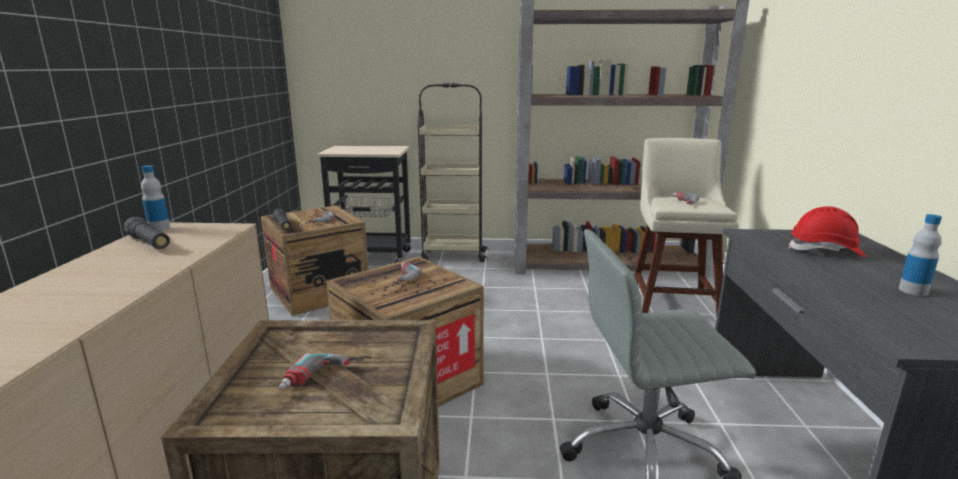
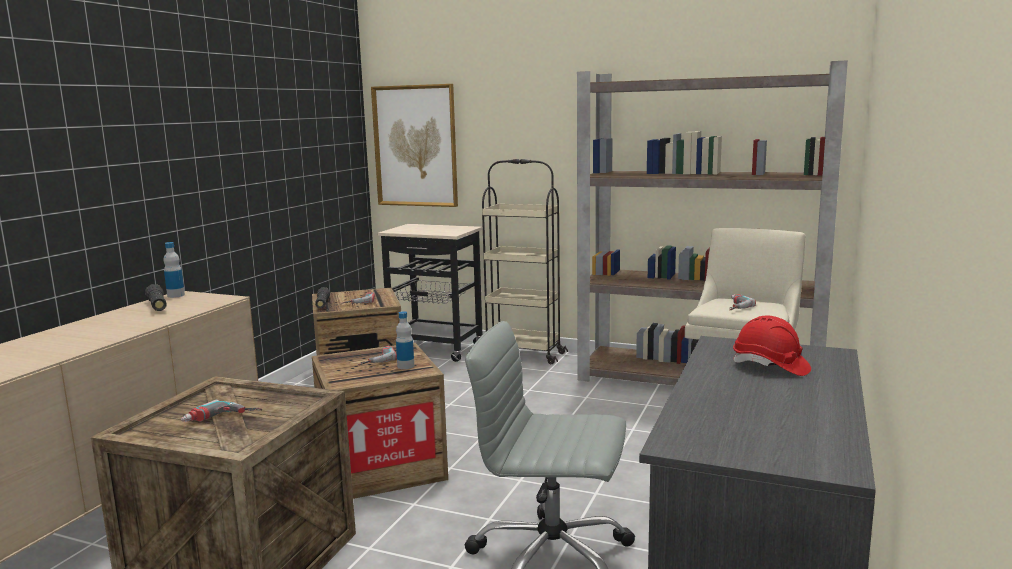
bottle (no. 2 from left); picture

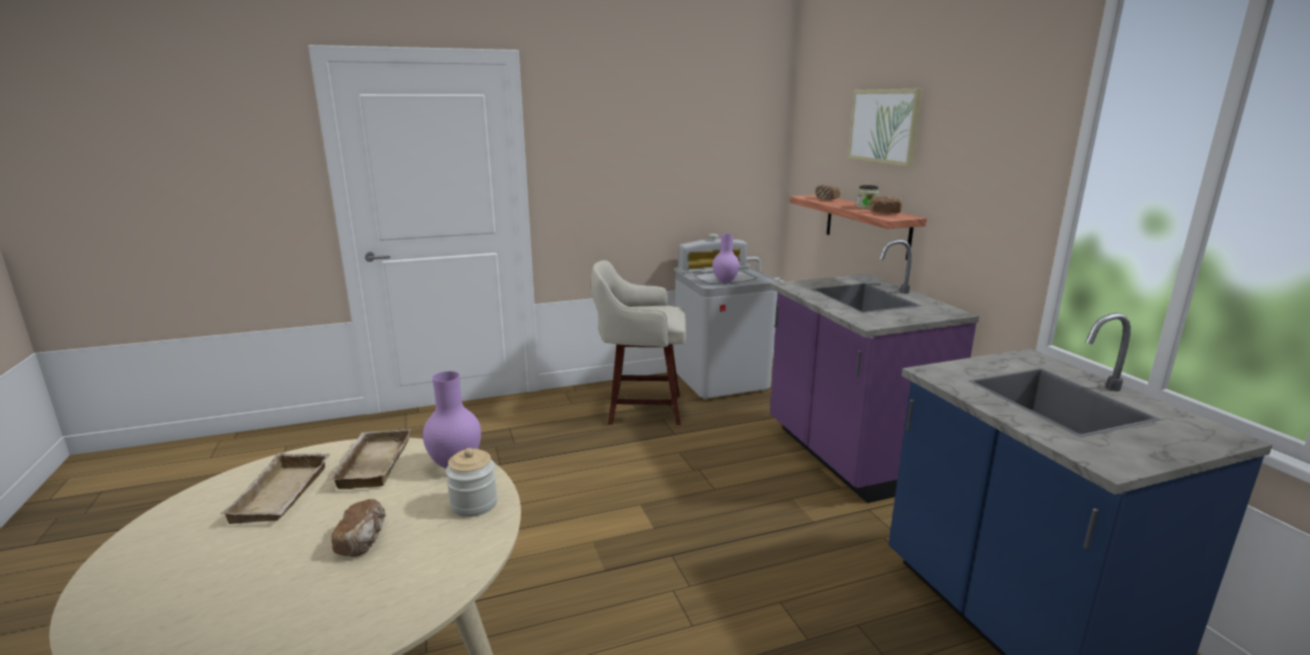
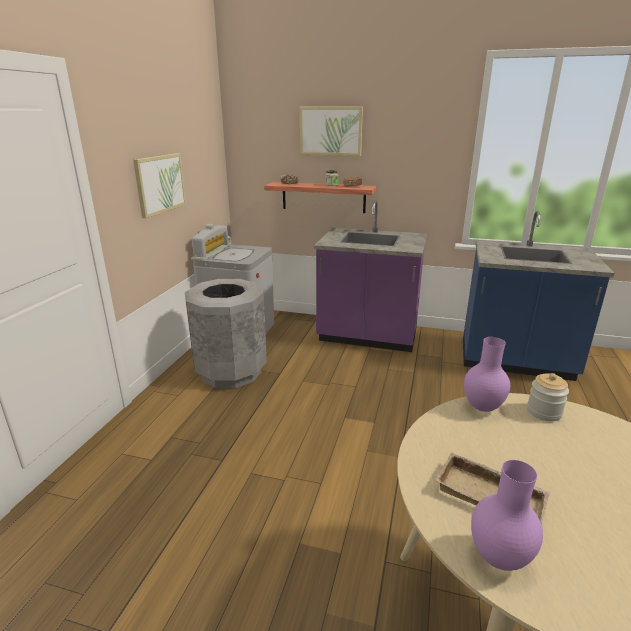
purple vase (no. 2 from left); grey trash can; beige tray (no. 2 from left in the first image); bread (no. 1 from left in the first image); picture (no. 1 from left)

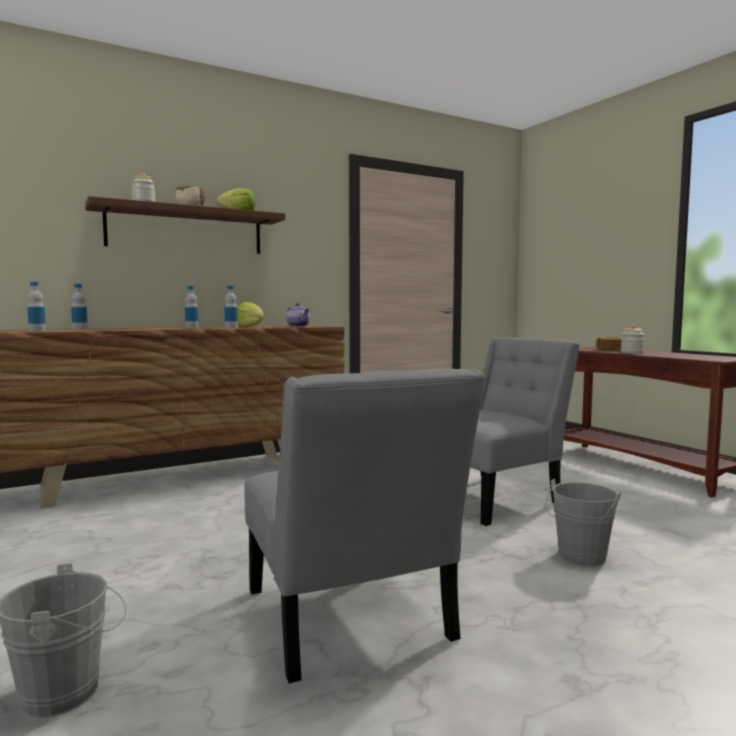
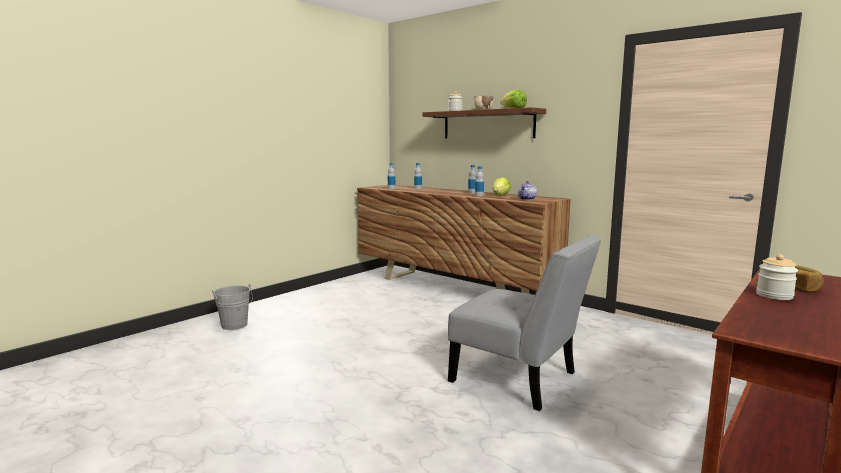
grey chair (no. 1 from left in the first image); grey bucket (no. 2 from left in the first image)

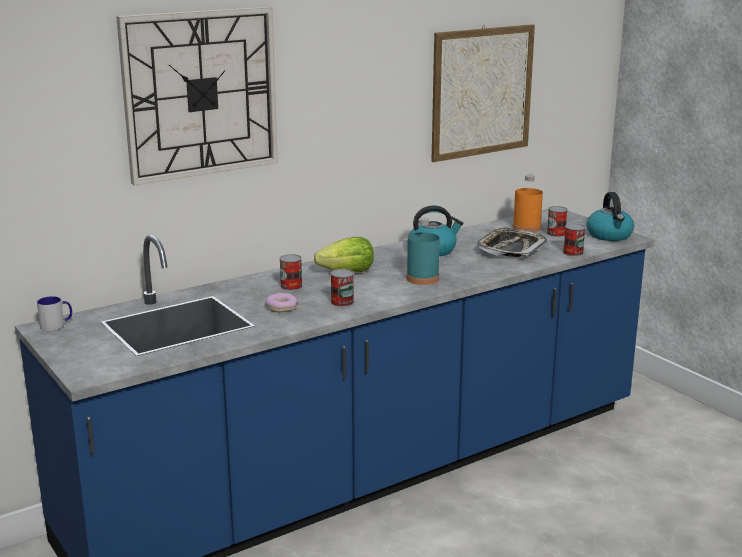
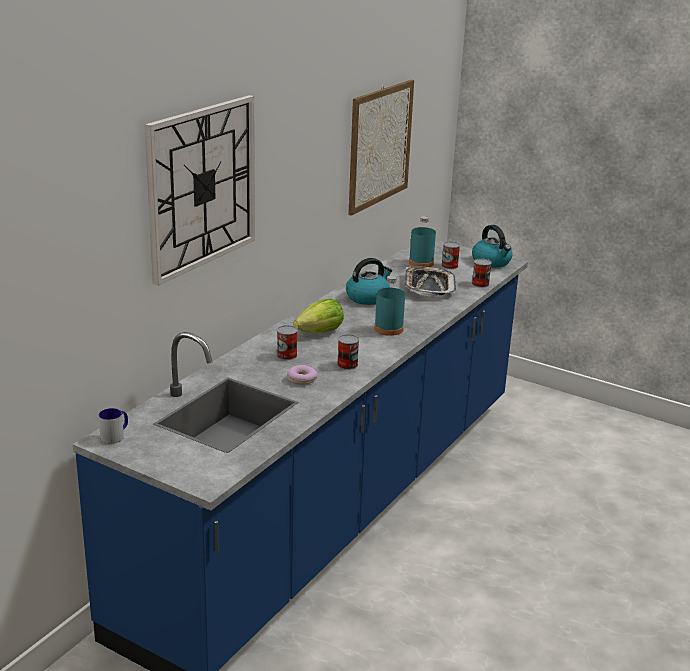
turquoise bottle (no. 2 from left)

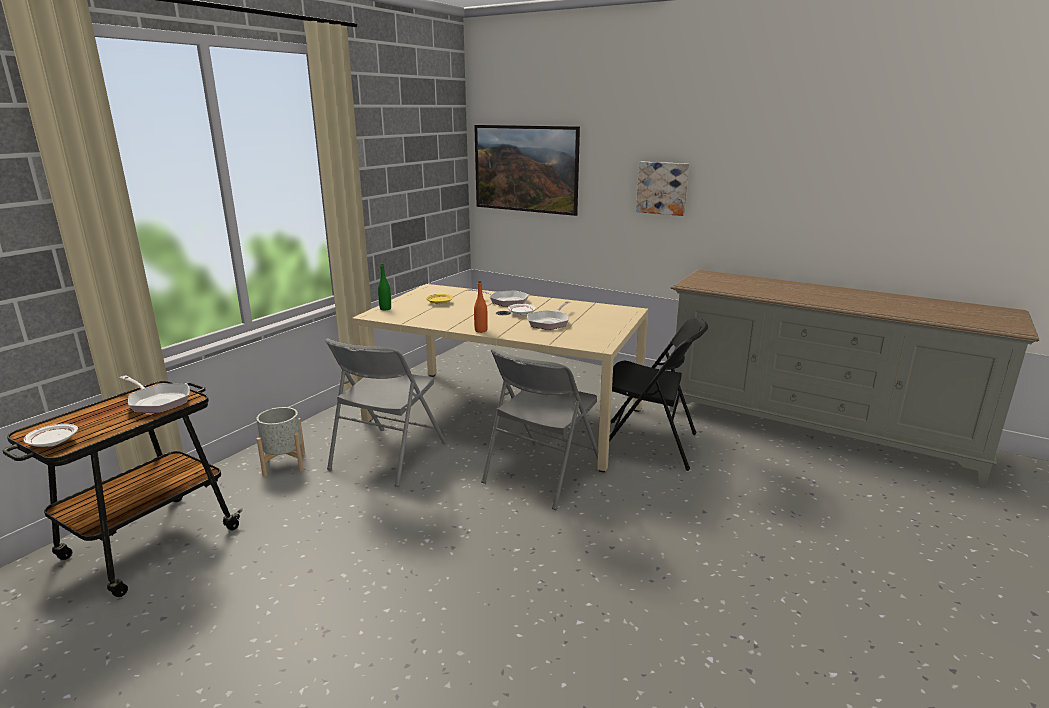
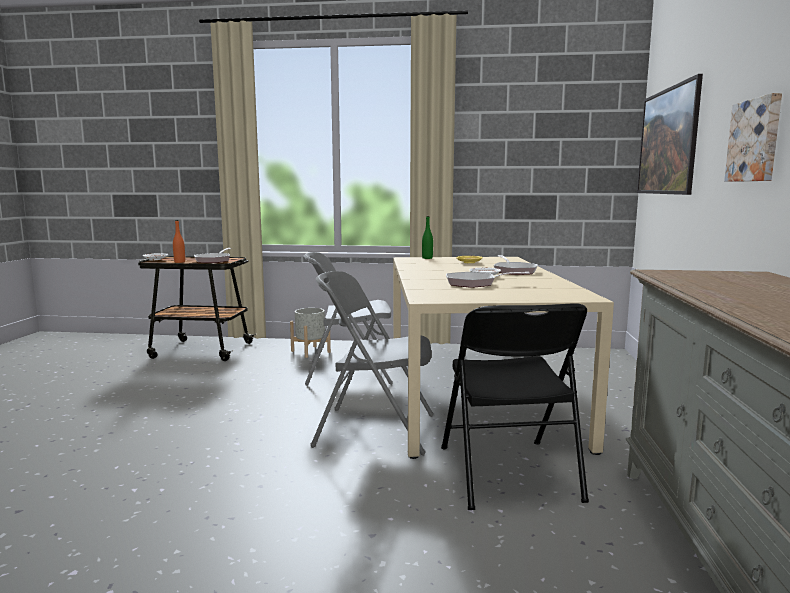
orange bottle

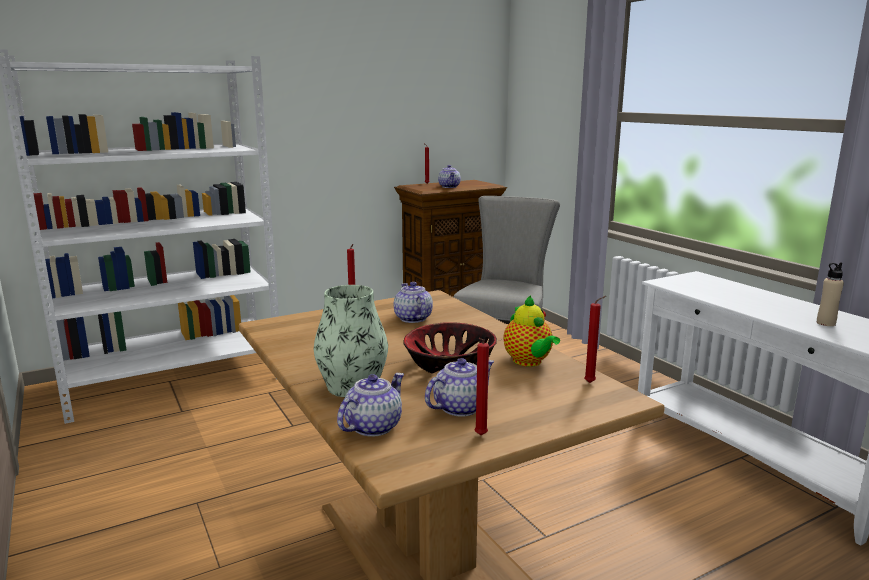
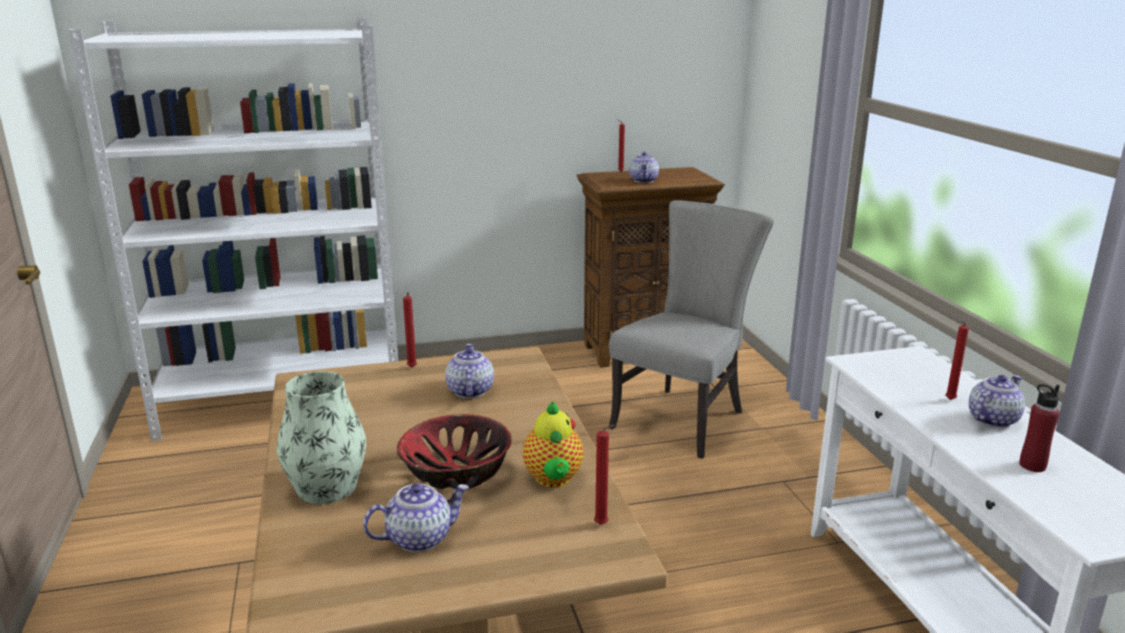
red bottle; red candle (no. 4 from left); teapot (no. 5 from left)

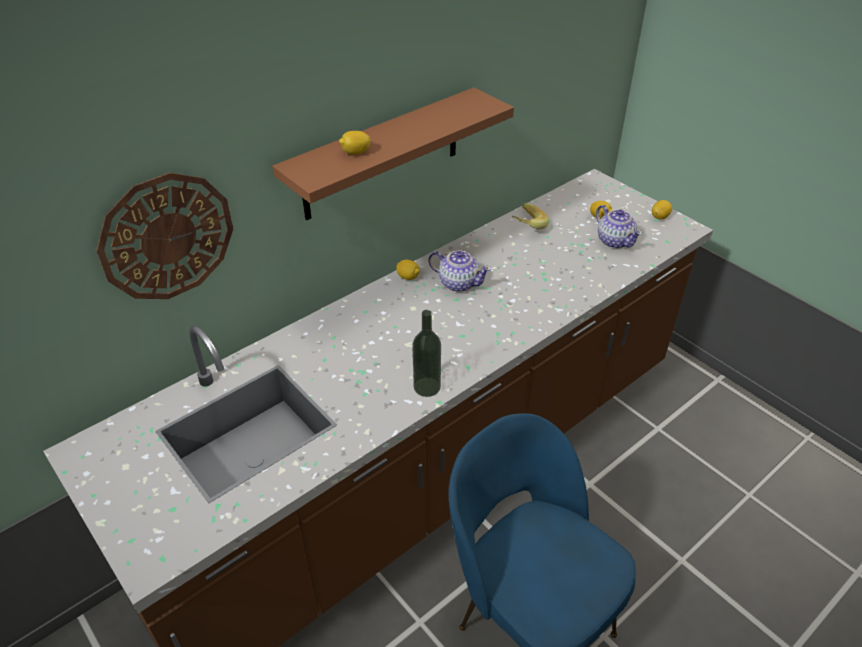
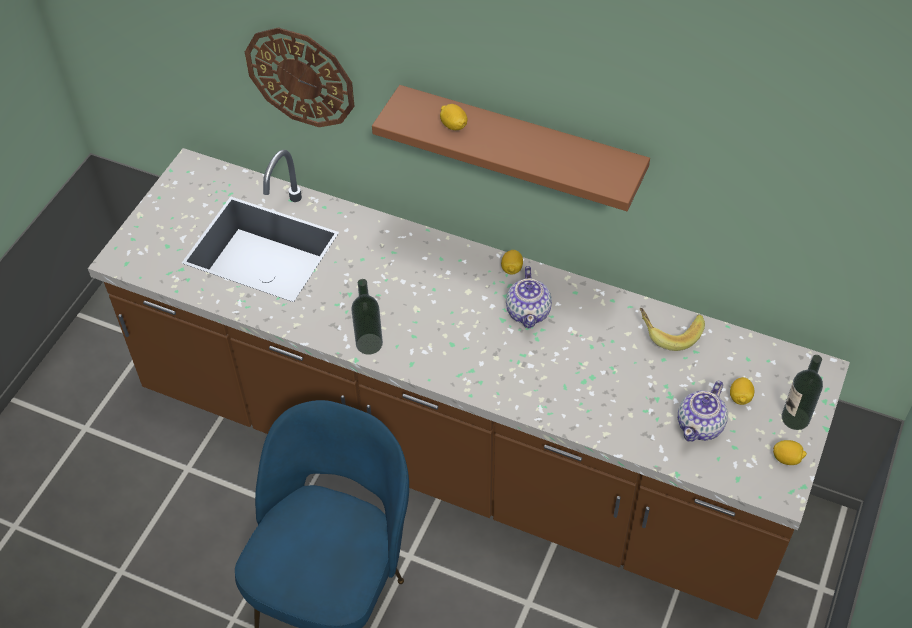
bottle (no. 2 from left)

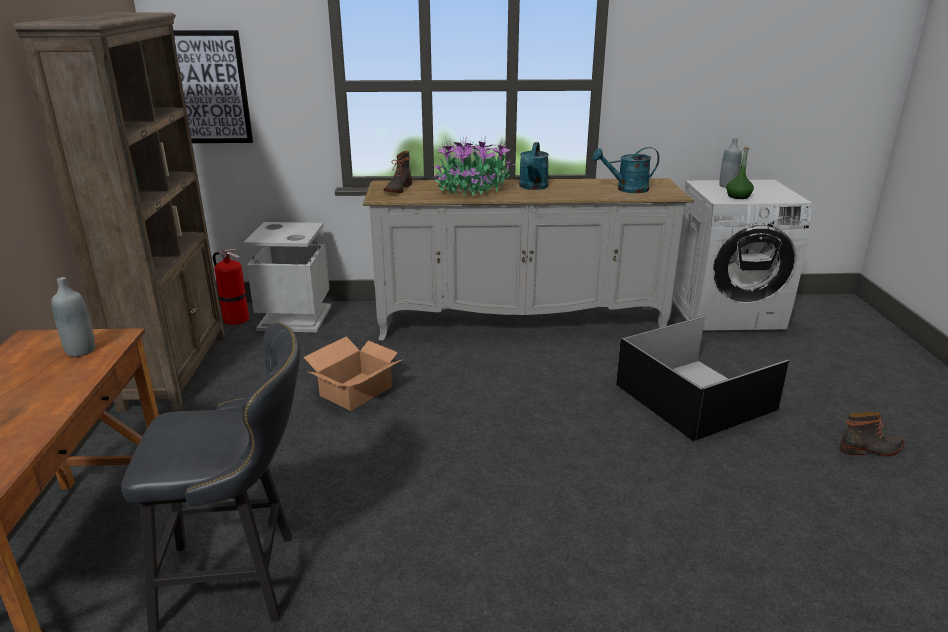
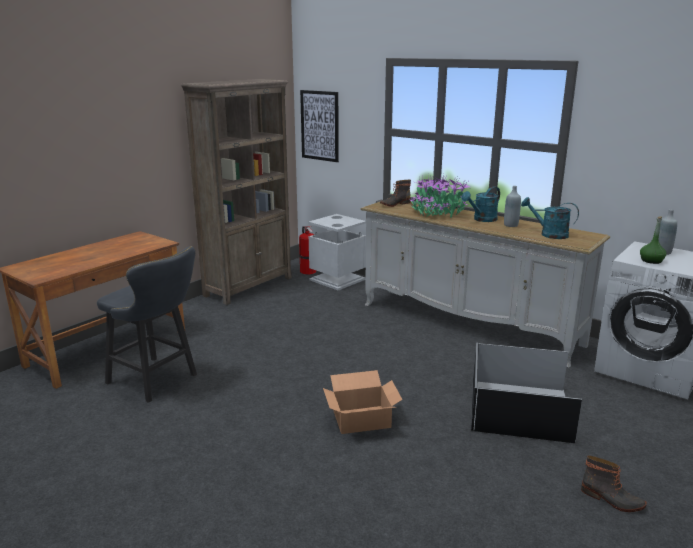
grey bottle (no. 1 from left); cardboard box

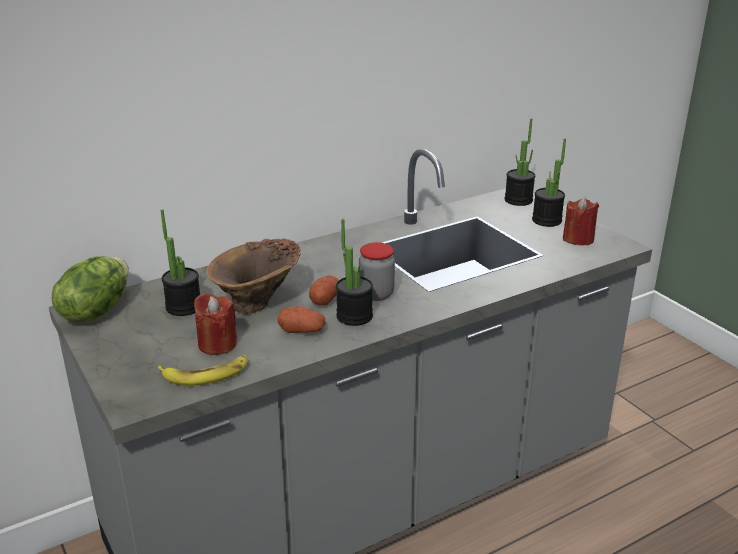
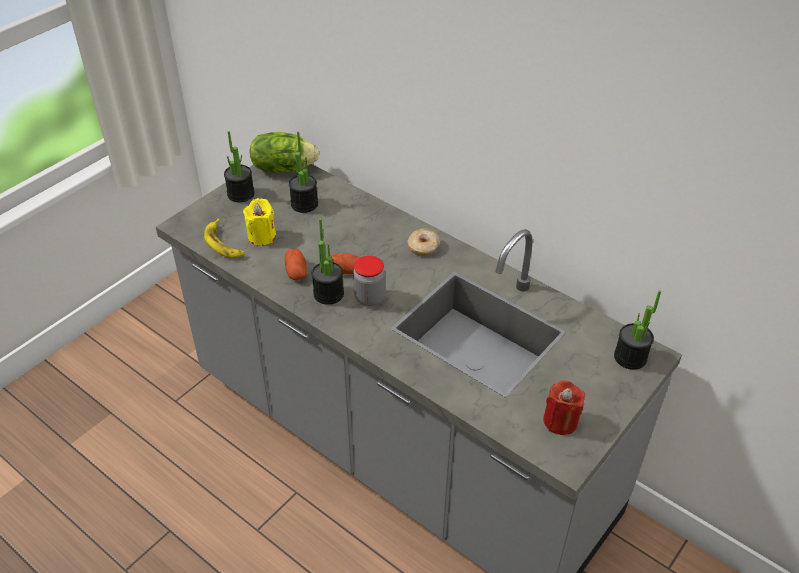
potted plant (no. 1 from left); brown vase; yellow candle; donut

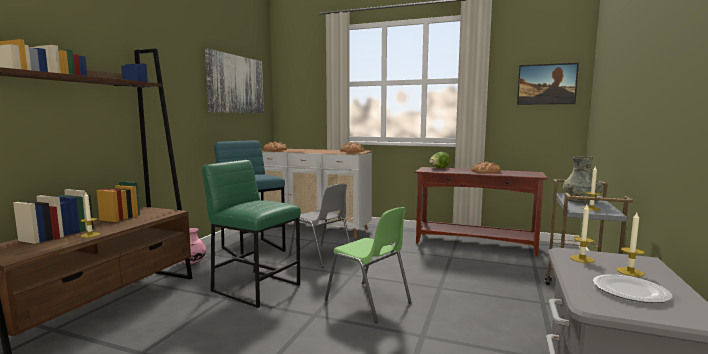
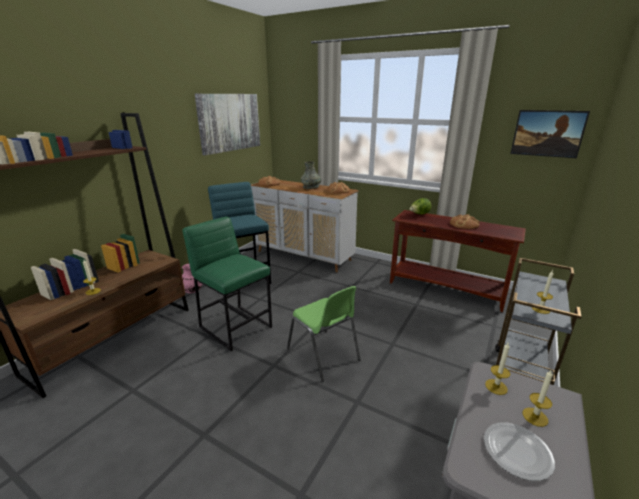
grey vase; grey chair

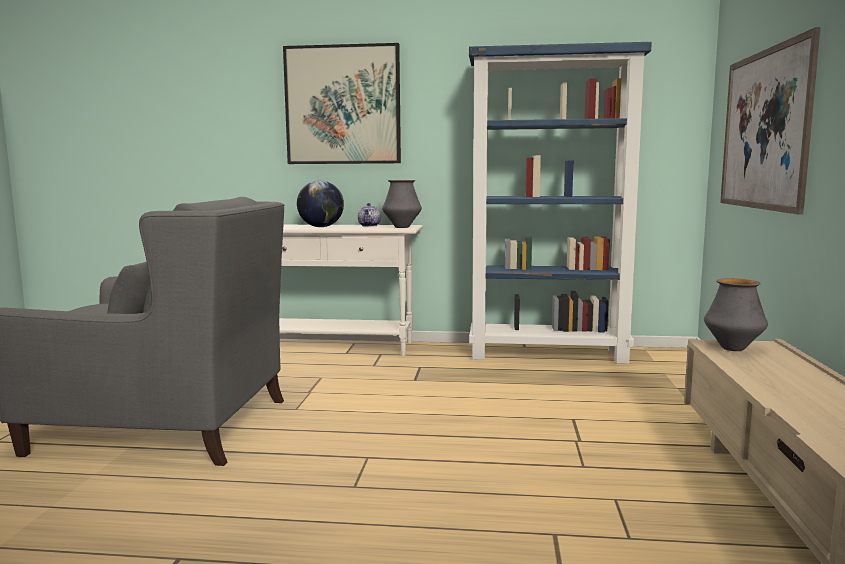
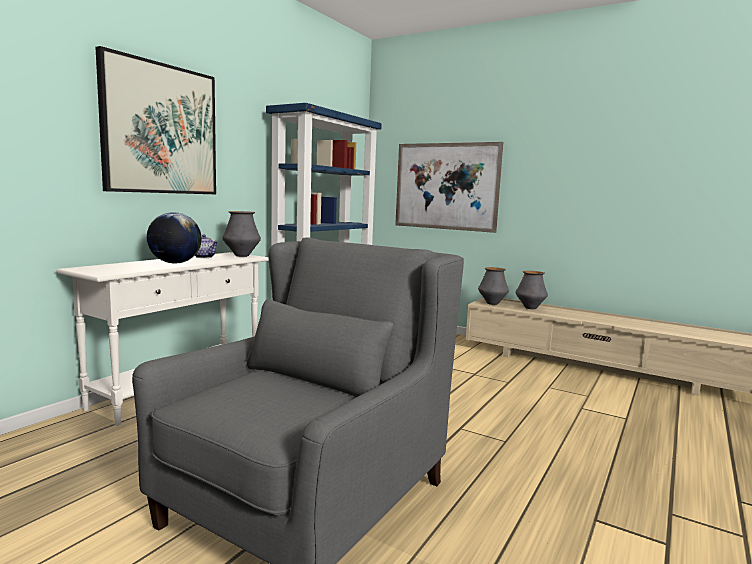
vase (no. 3 from left)

